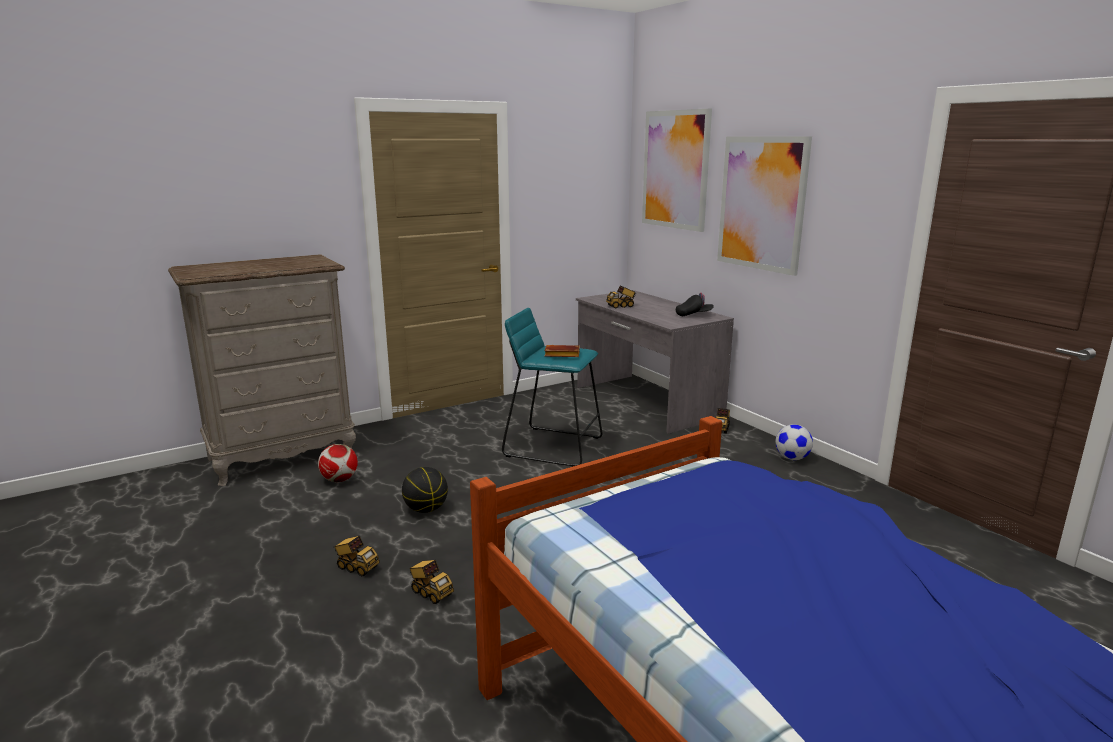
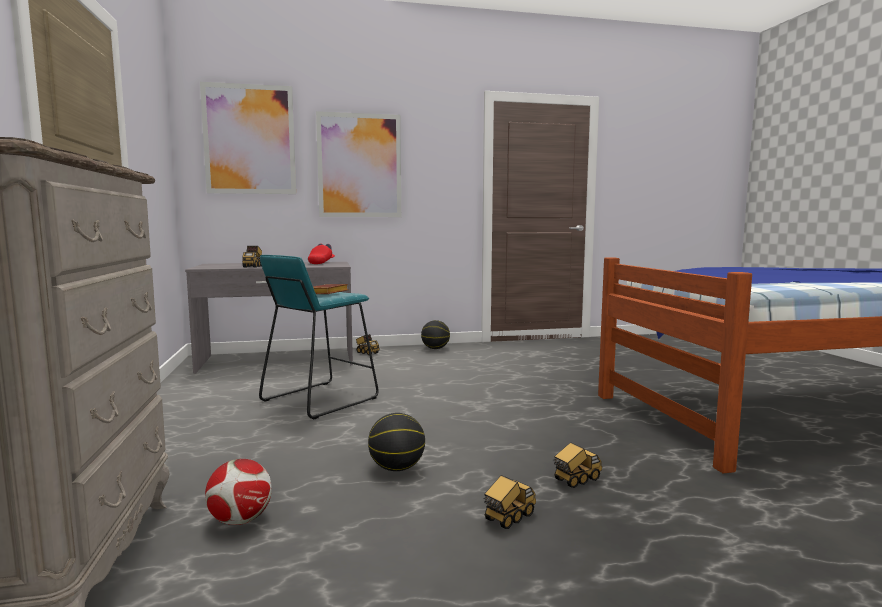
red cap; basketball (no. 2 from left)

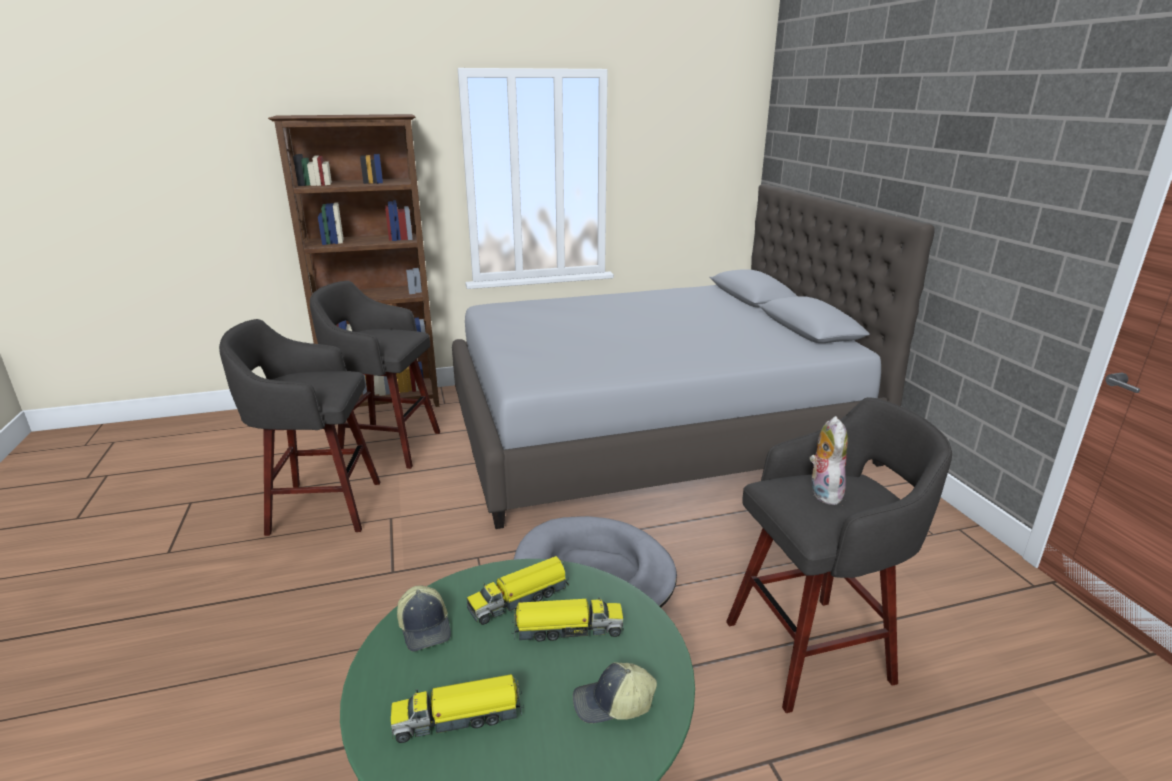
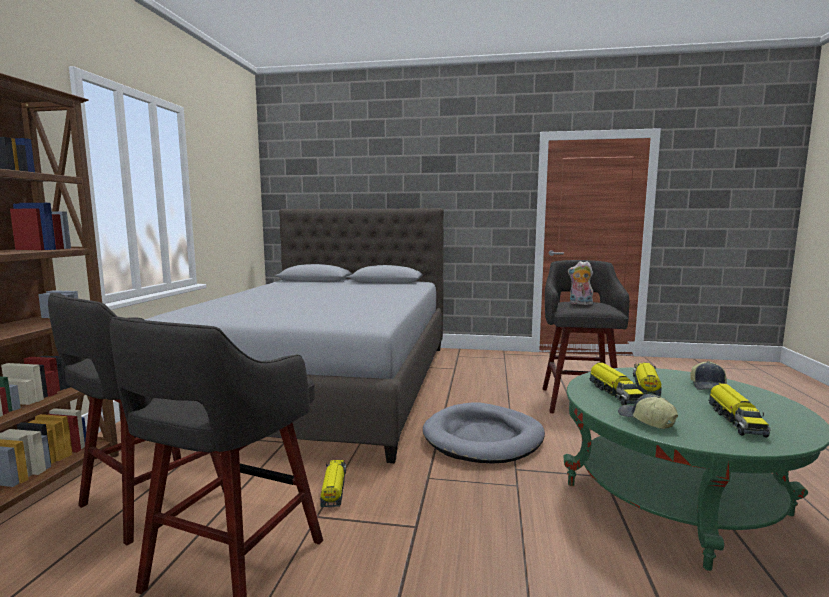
cap (no. 1 from left); toy truck (no. 1 from left)

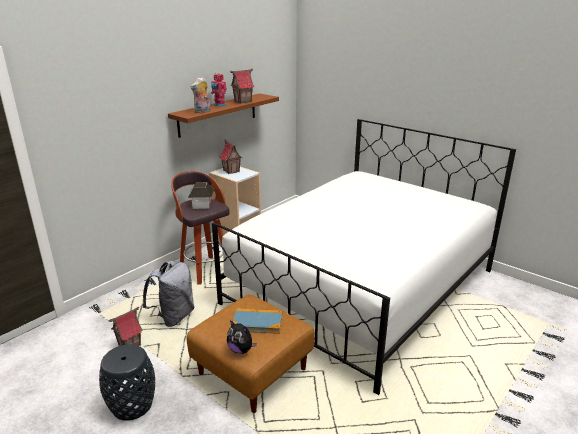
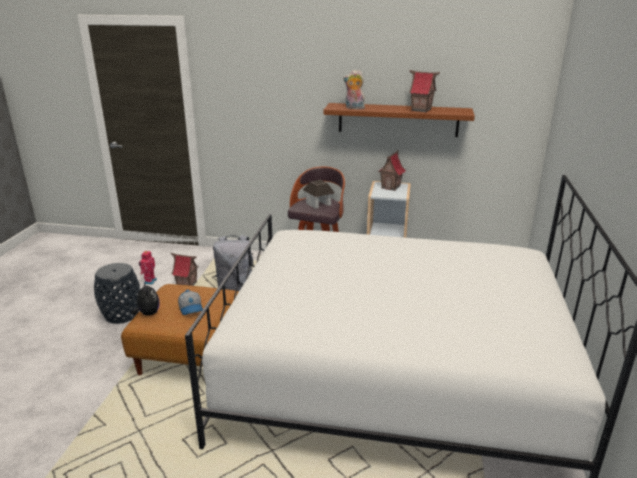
toy robot; cap; plush toy (no. 1 from left)

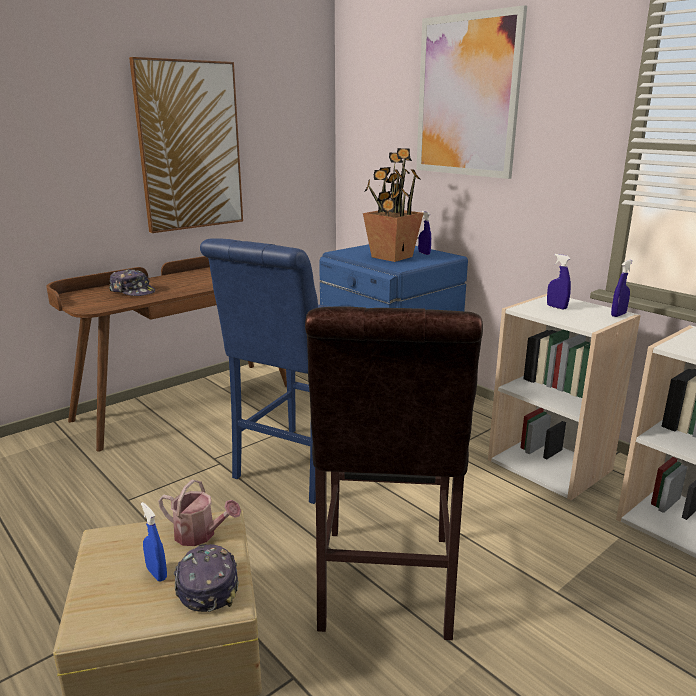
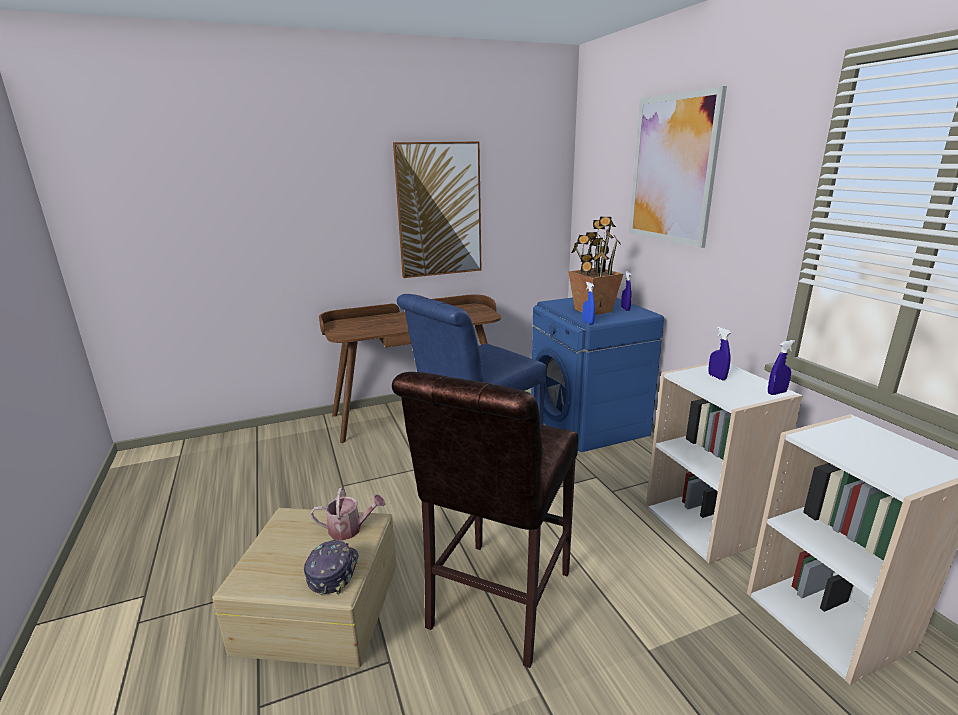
cap (no. 1 from left in the first image); watering can; blue spray bottle (no. 1 from left)

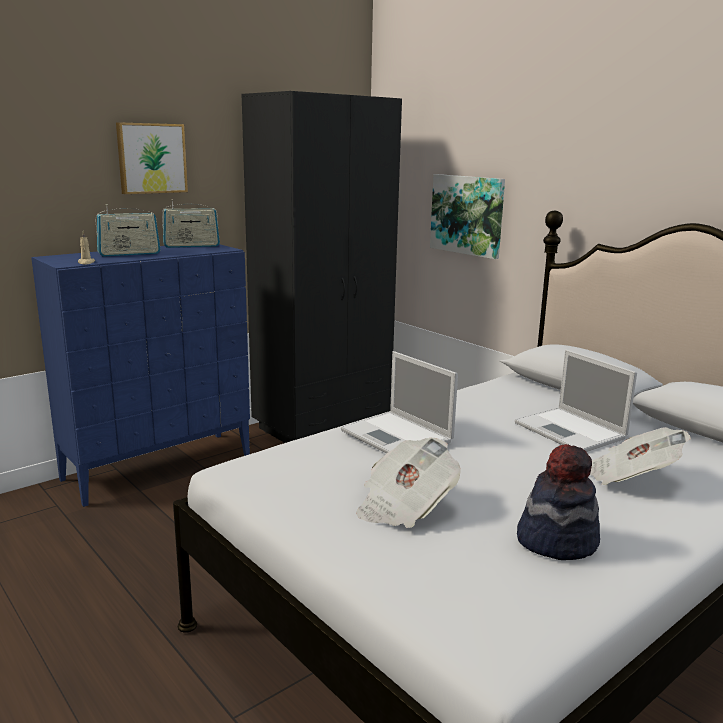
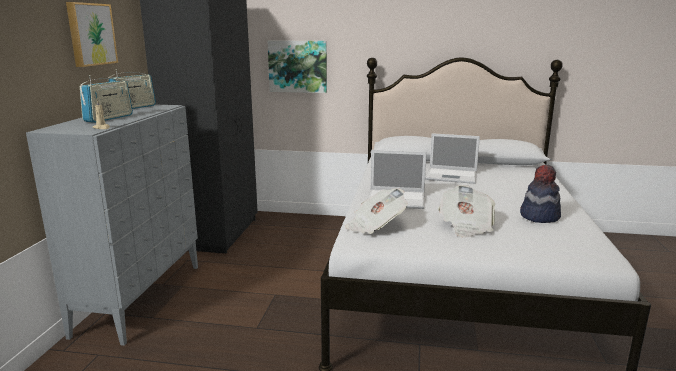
grey dresser; newspaper (no. 1 from left)

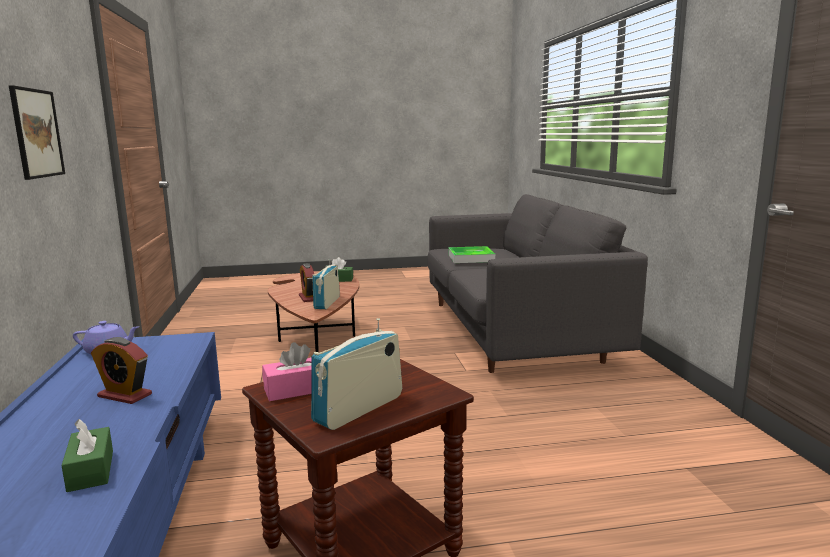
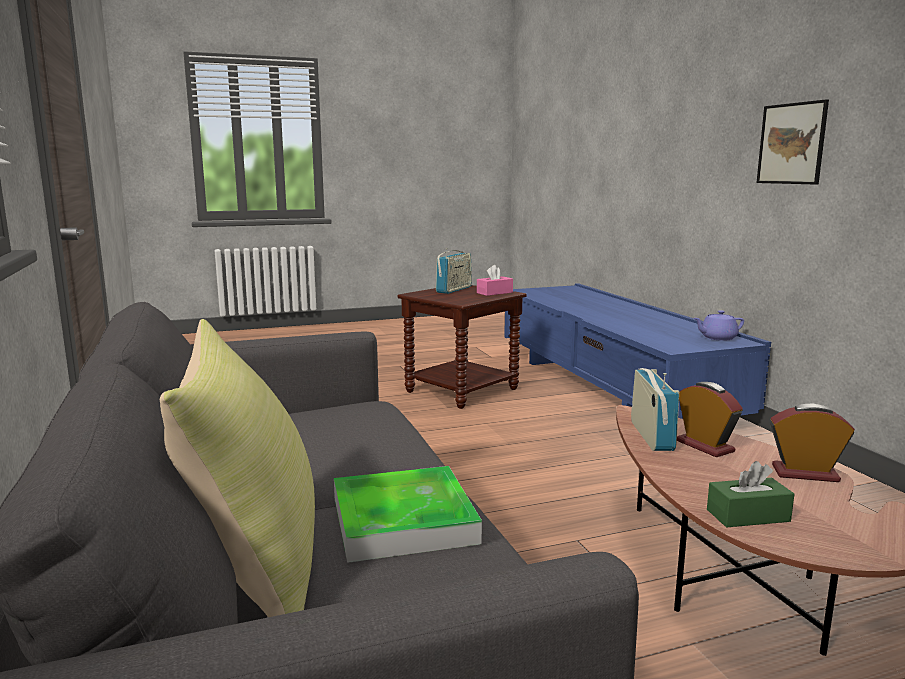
alarm clock (no. 2 from left); green tissue box (no. 1 from left in the first image); yellow pillow

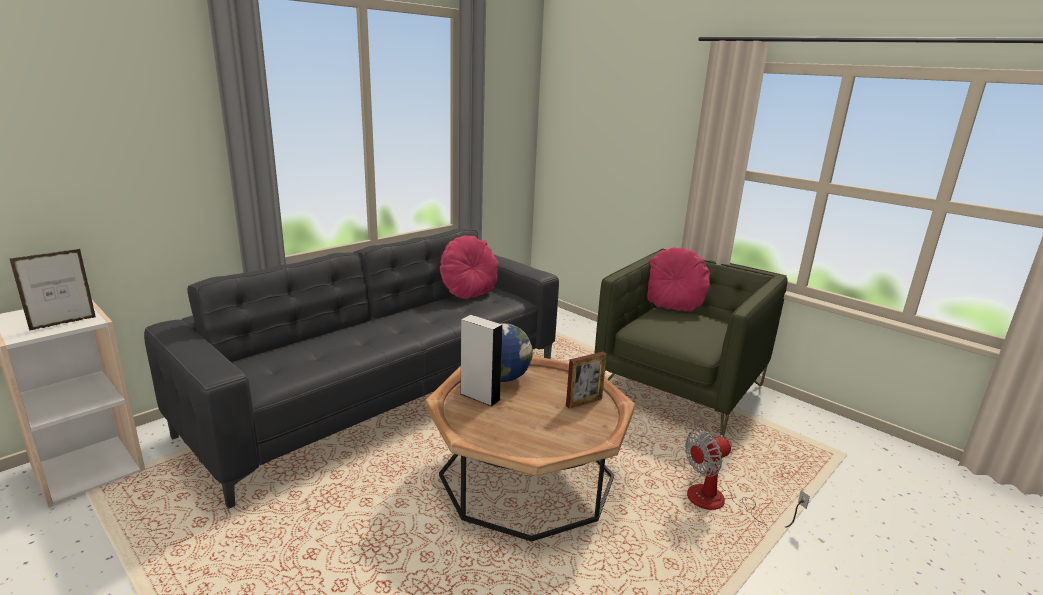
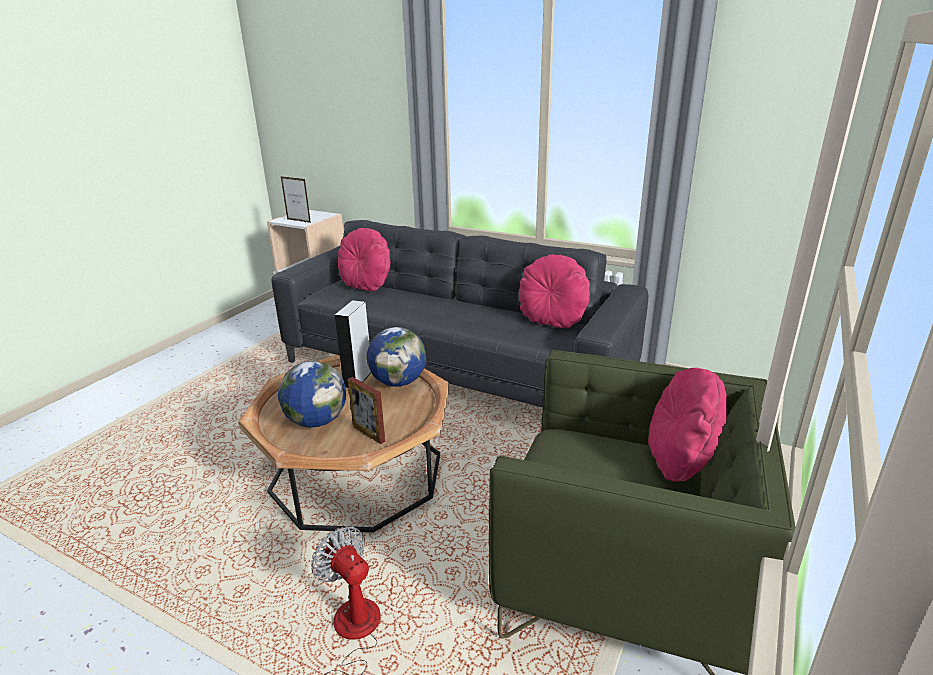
pink pillow (no. 1 from left); globe (no. 1 from left)

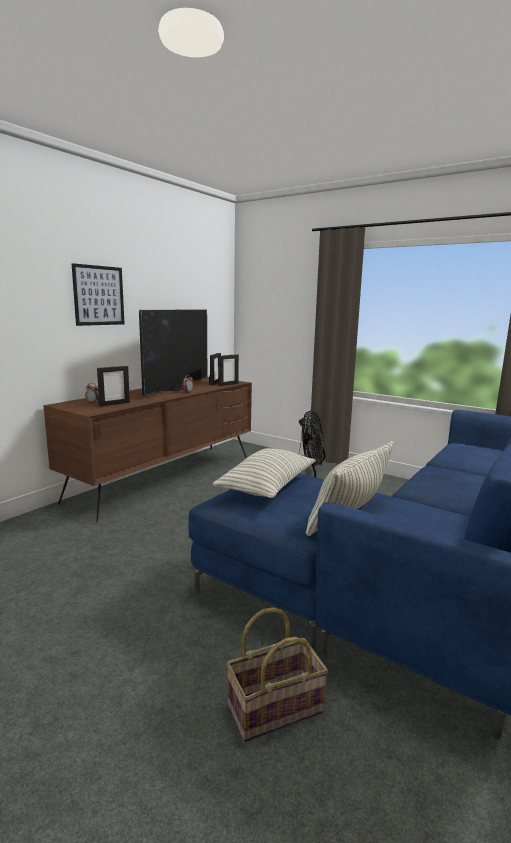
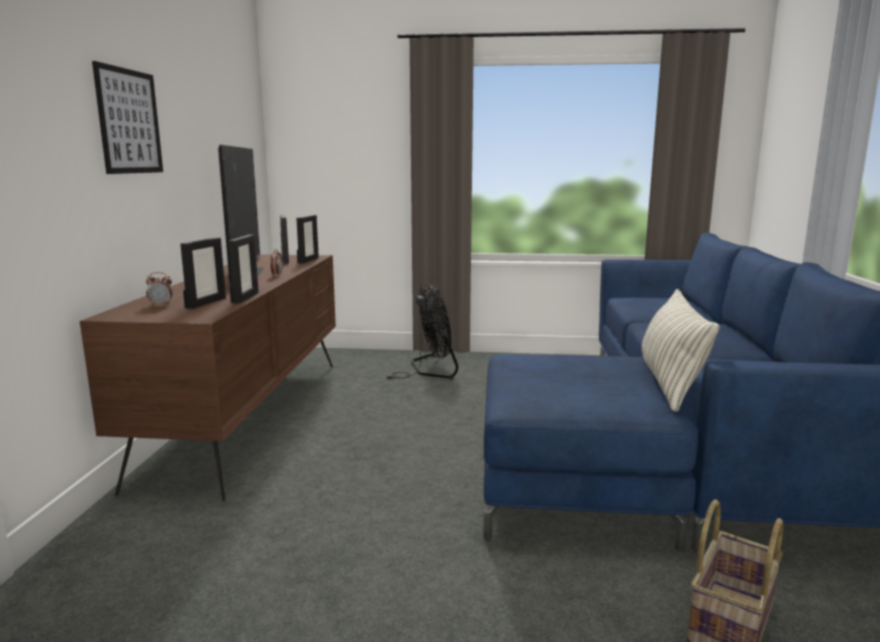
pillow (no. 1 from left in the first image); picture frame (no. 2 from left)

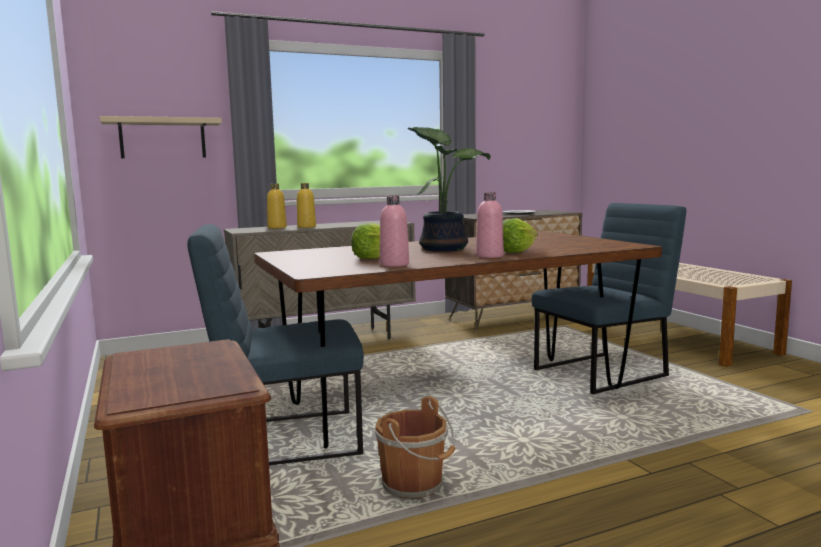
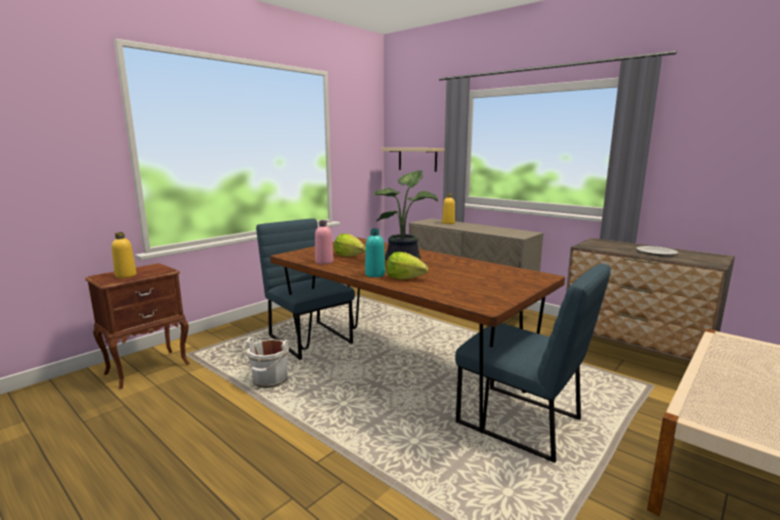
yellow bottle (no. 1 from left); turquoise bottle; white bucket

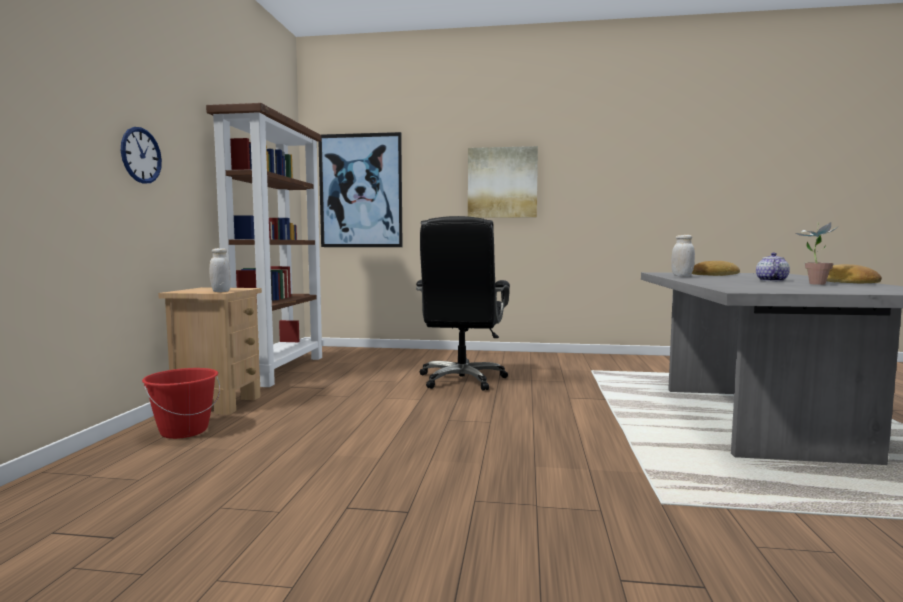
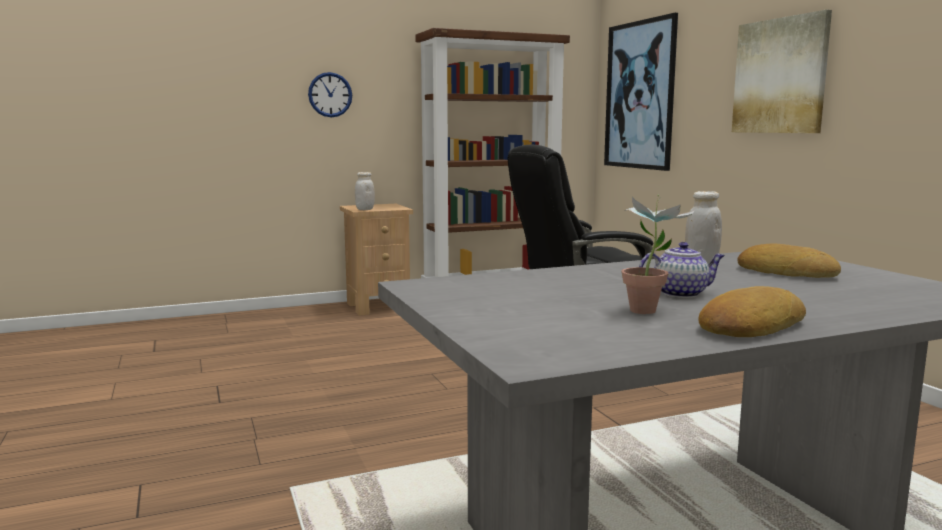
red bucket

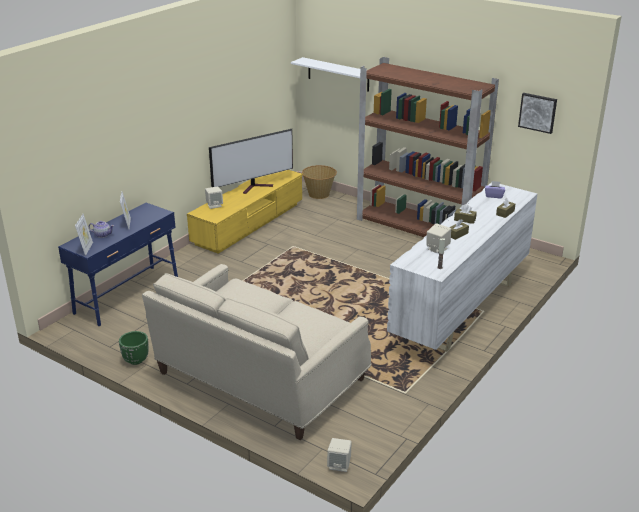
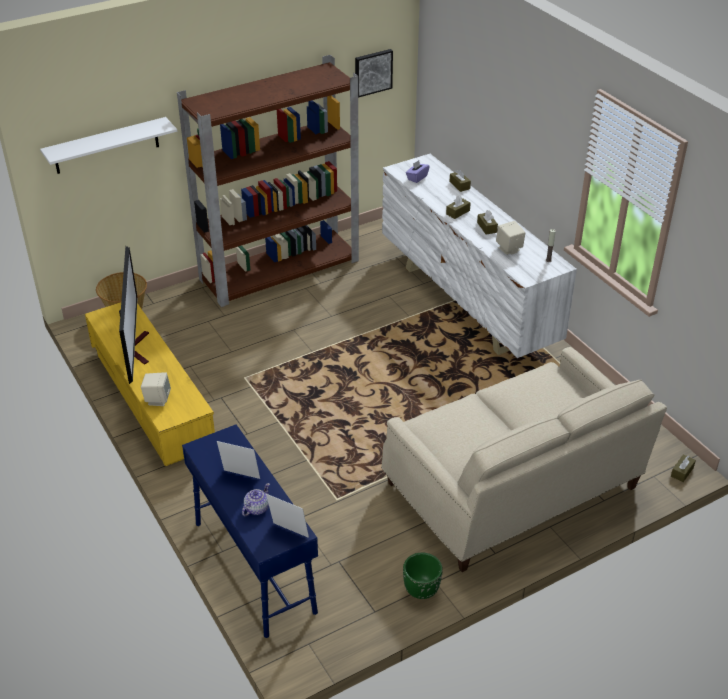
brown tissue box (no. 4 from left)

